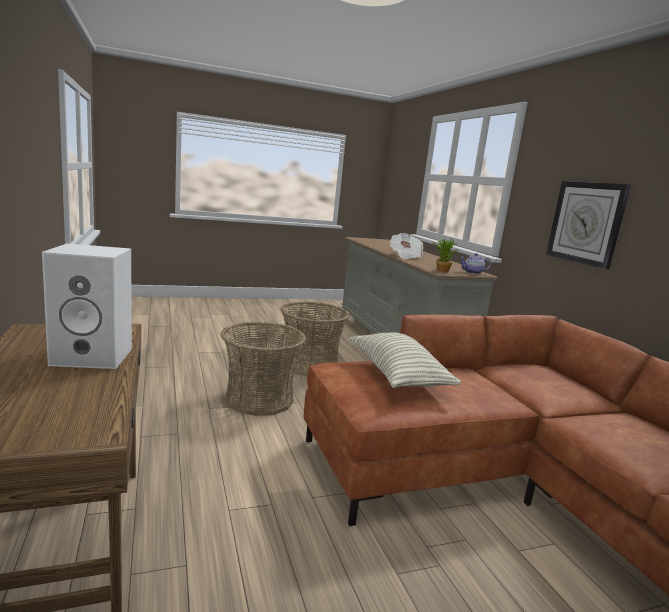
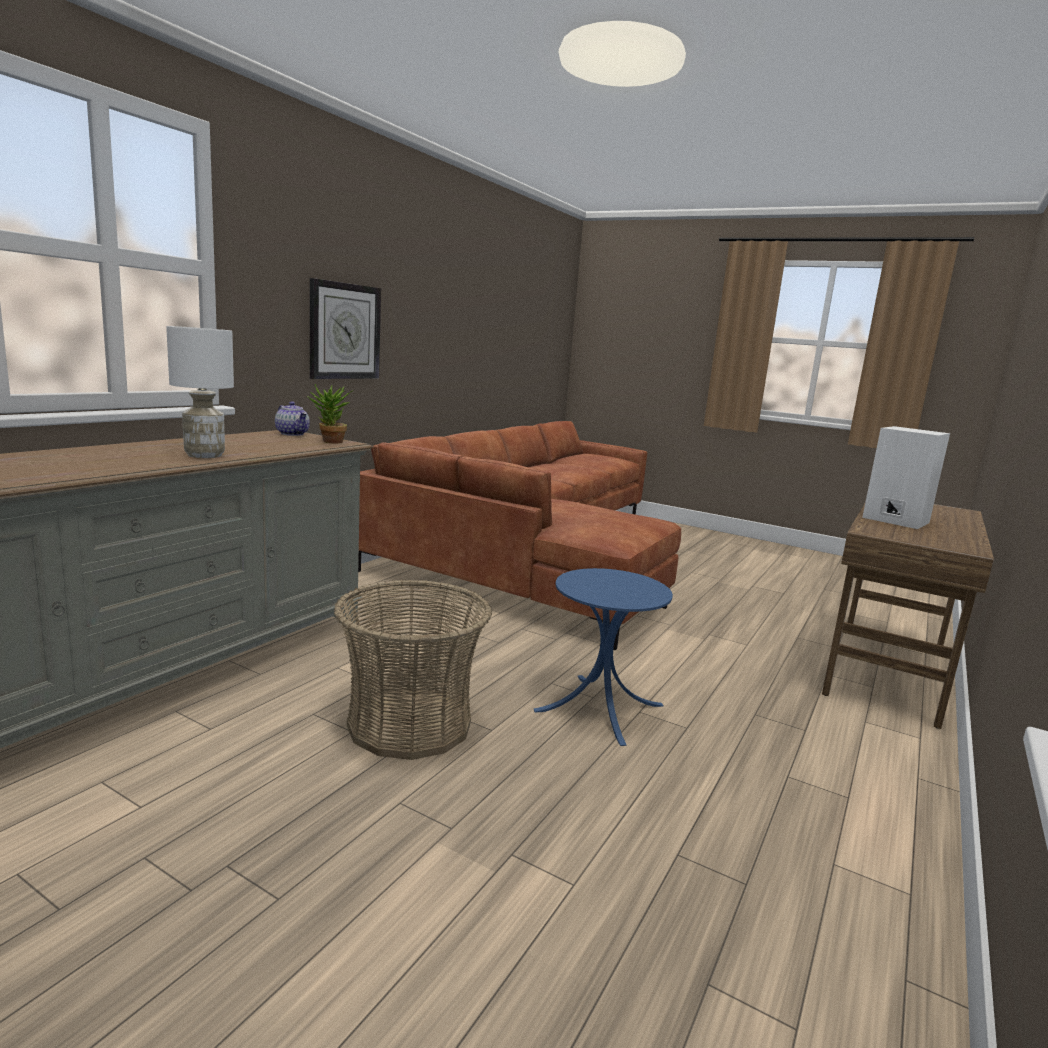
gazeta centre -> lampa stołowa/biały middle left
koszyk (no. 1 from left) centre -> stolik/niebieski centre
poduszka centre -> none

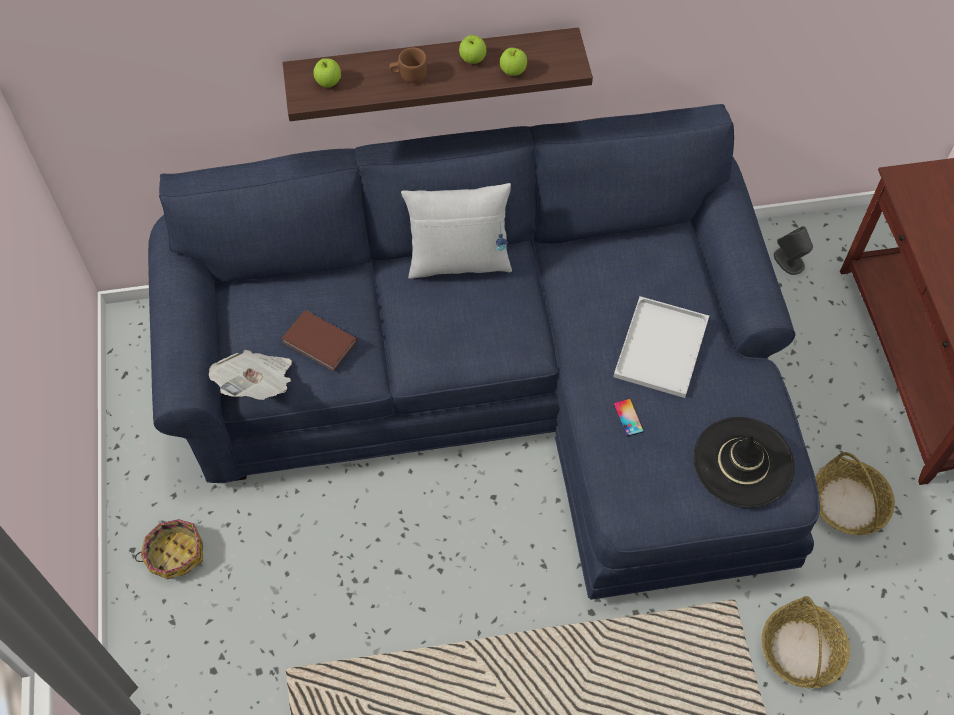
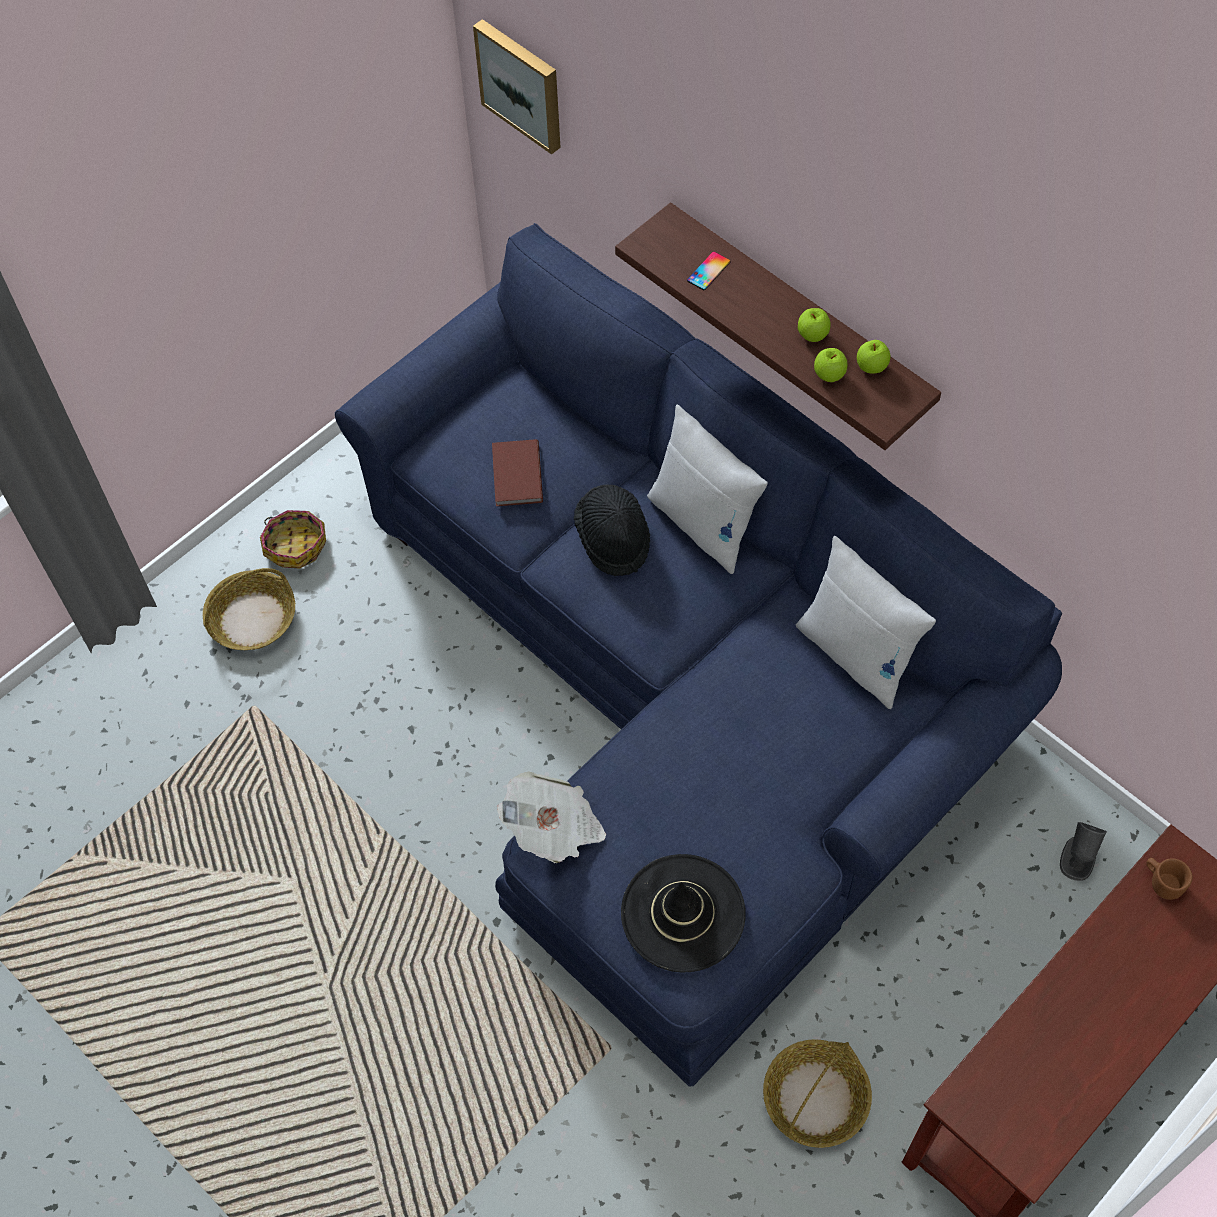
koszyk (no. 2 from left in the first image) bottom right -> koszyk (no. 1 from left) middle left, shifted
none -> obraz top centre
gazeta middle left -> gazeta bottom centre, shifted
none -> kapelusz/czarny (no. 1 from left) centre
telefon centre -> telefon top centre, shifted
none -> poduszka/szary (no. 2 from left) middle right
jabłko (no. 1 from left in the first image) top centre -> jabłko (no. 3 from left) top right, shifted
kubek/brązowy top centre -> kubek/brązowy bottom right, shifted
taca/biały middle right -> none

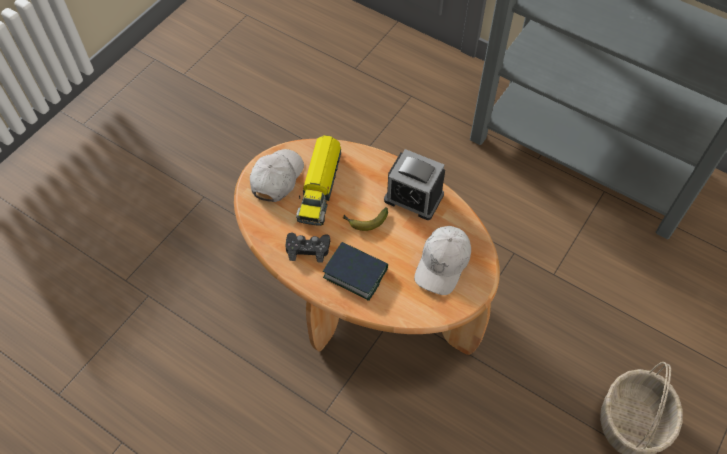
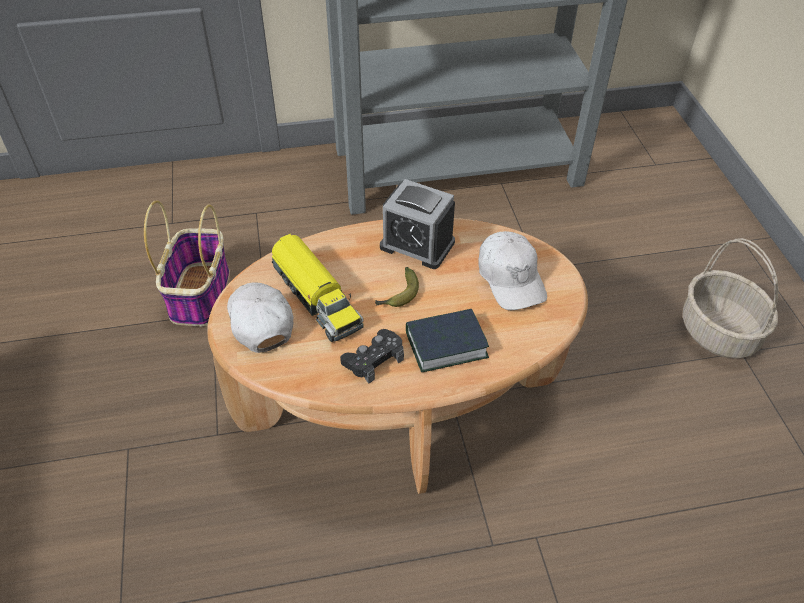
none -> koszyk (no. 1 from left) middle left
budzik centre, 45 degrees clockwise

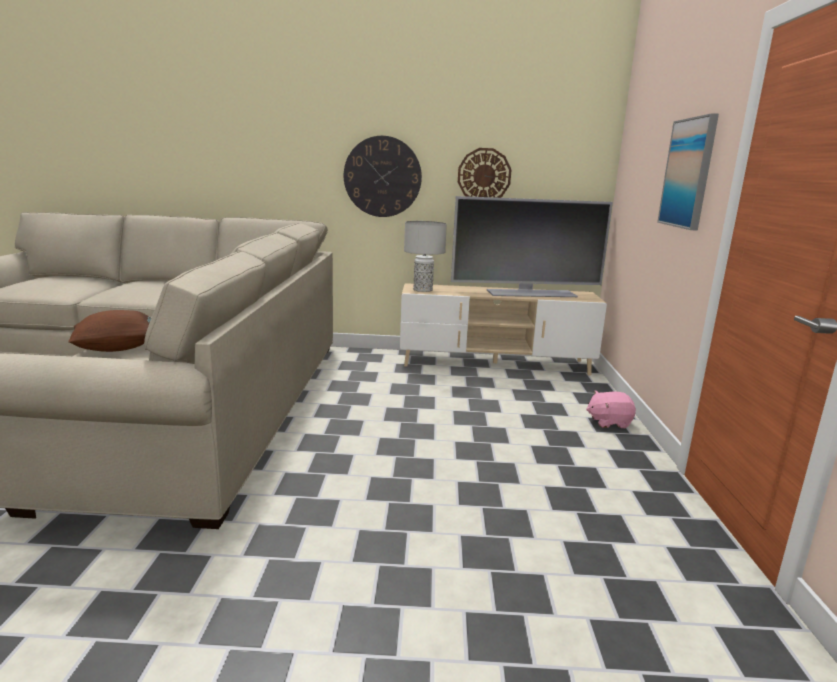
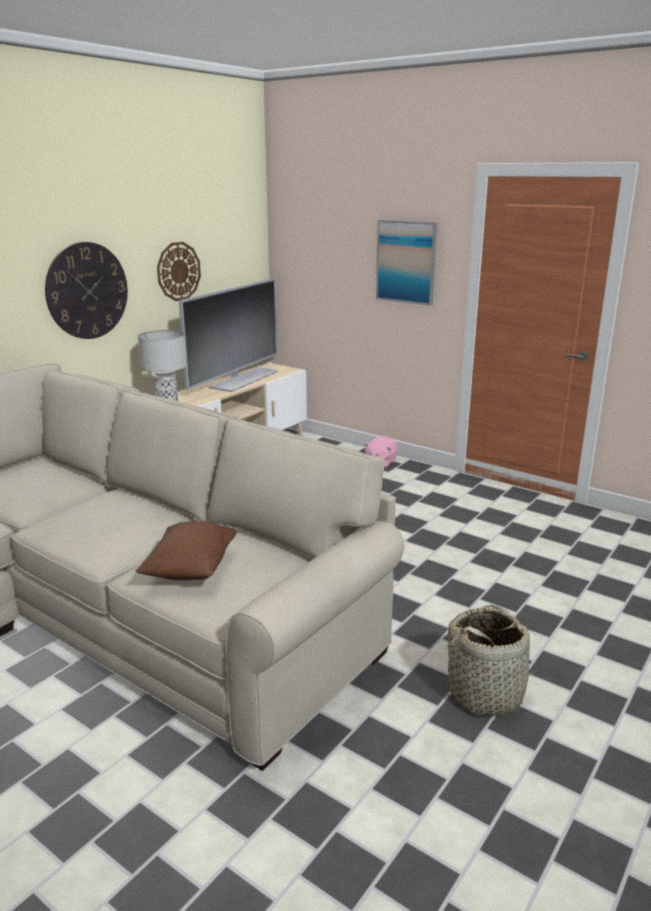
none -> koszyk bottom right

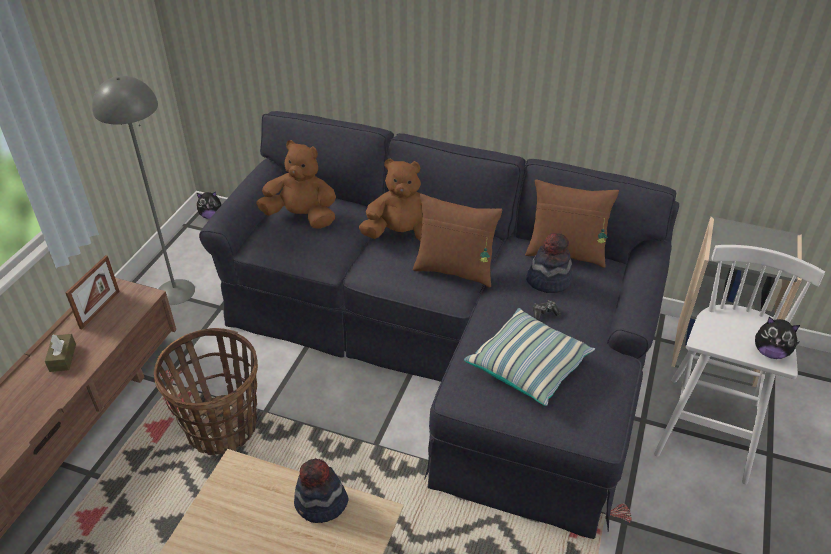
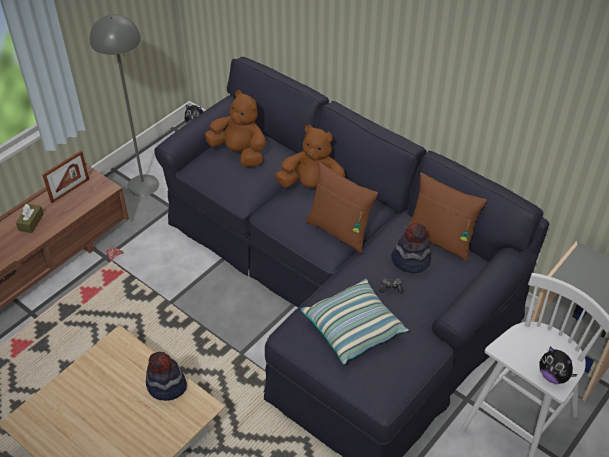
koszyk bottom left -> none

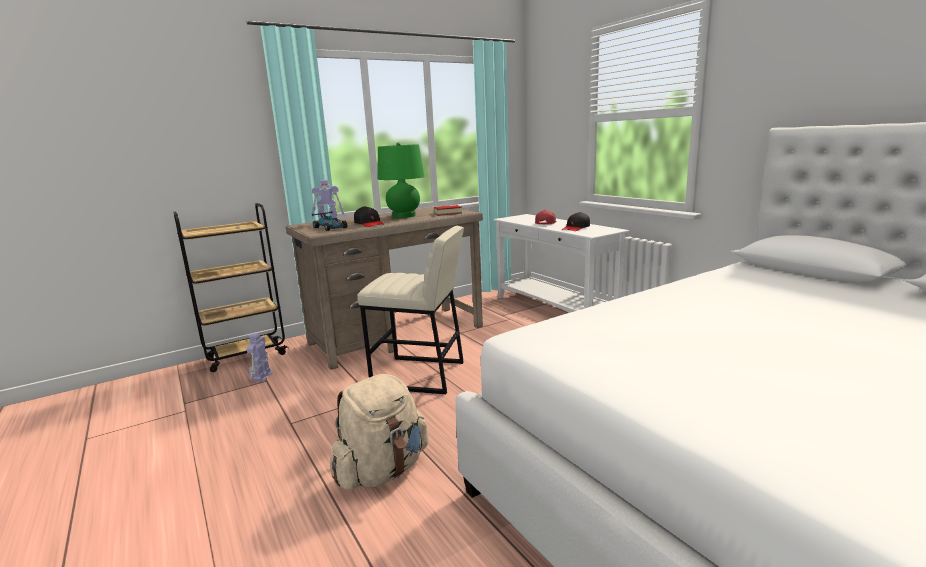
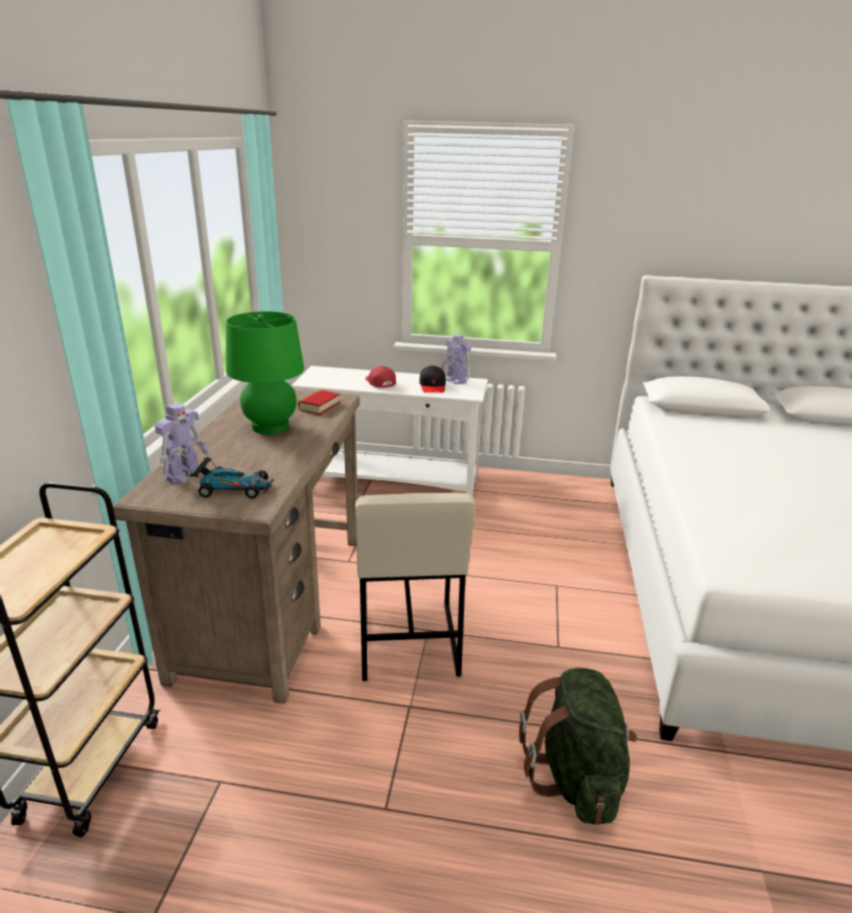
krzesło/beżowy centre, 120 degrees clockwise
robot zabawkowy (no. 1 from left in the first image) middle left -> robot zabawkowy (no. 2 from left) centre, shifted
plecak/beżowy bottom centre -> plecak/zielony bottom right
czapka z daszkiem/czarny (no. 1 from left) centre -> none

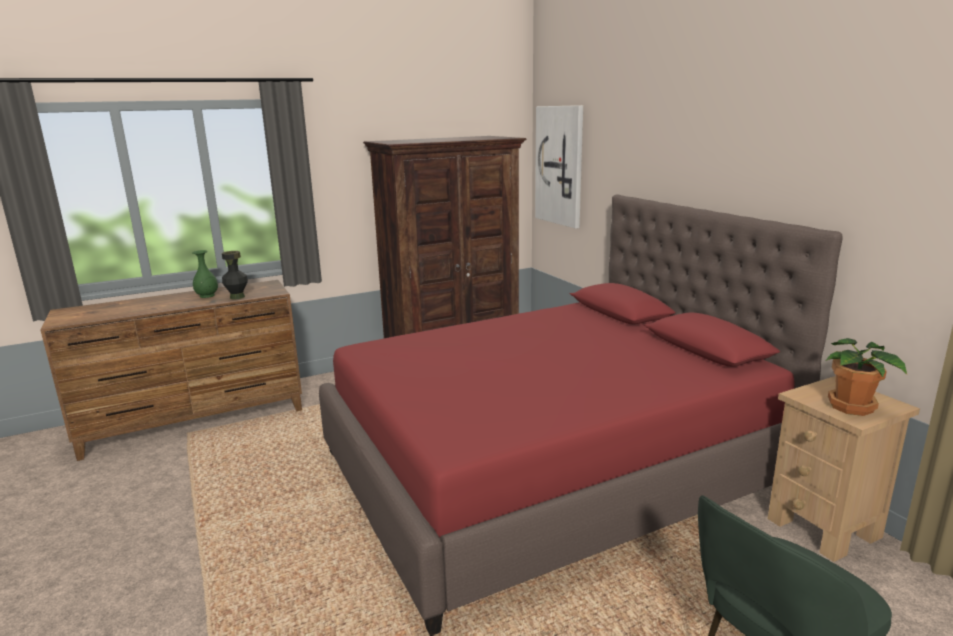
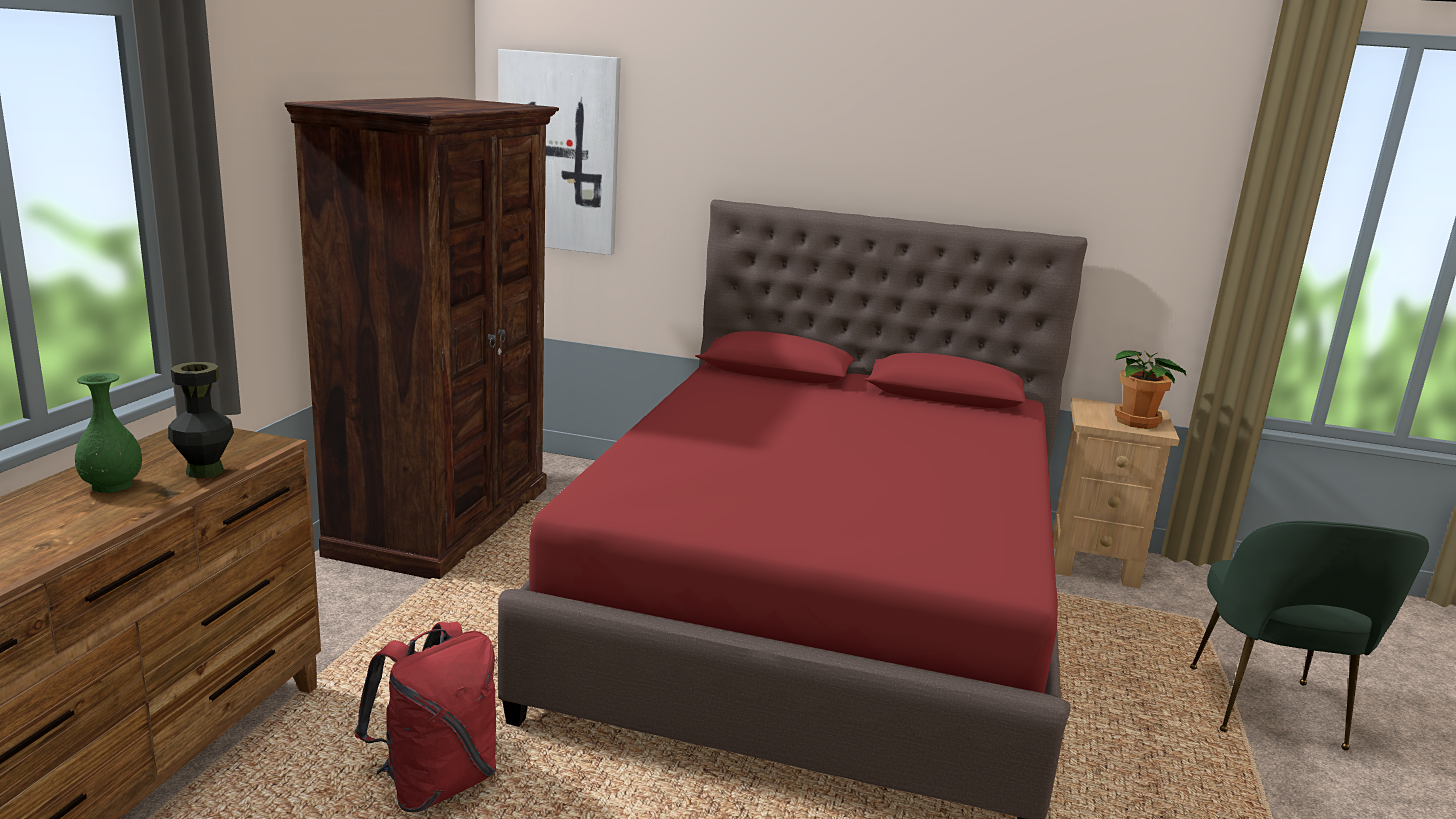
none -> plecak/czerwony bottom left

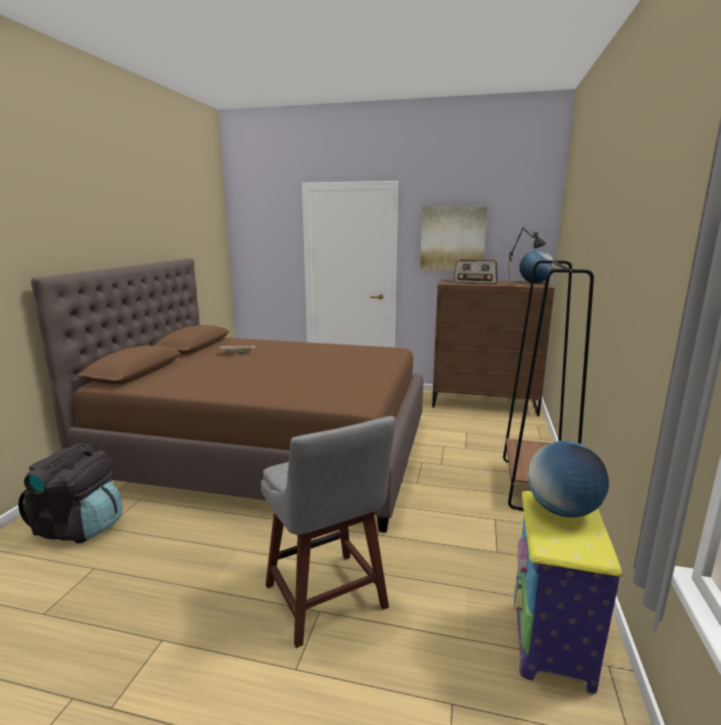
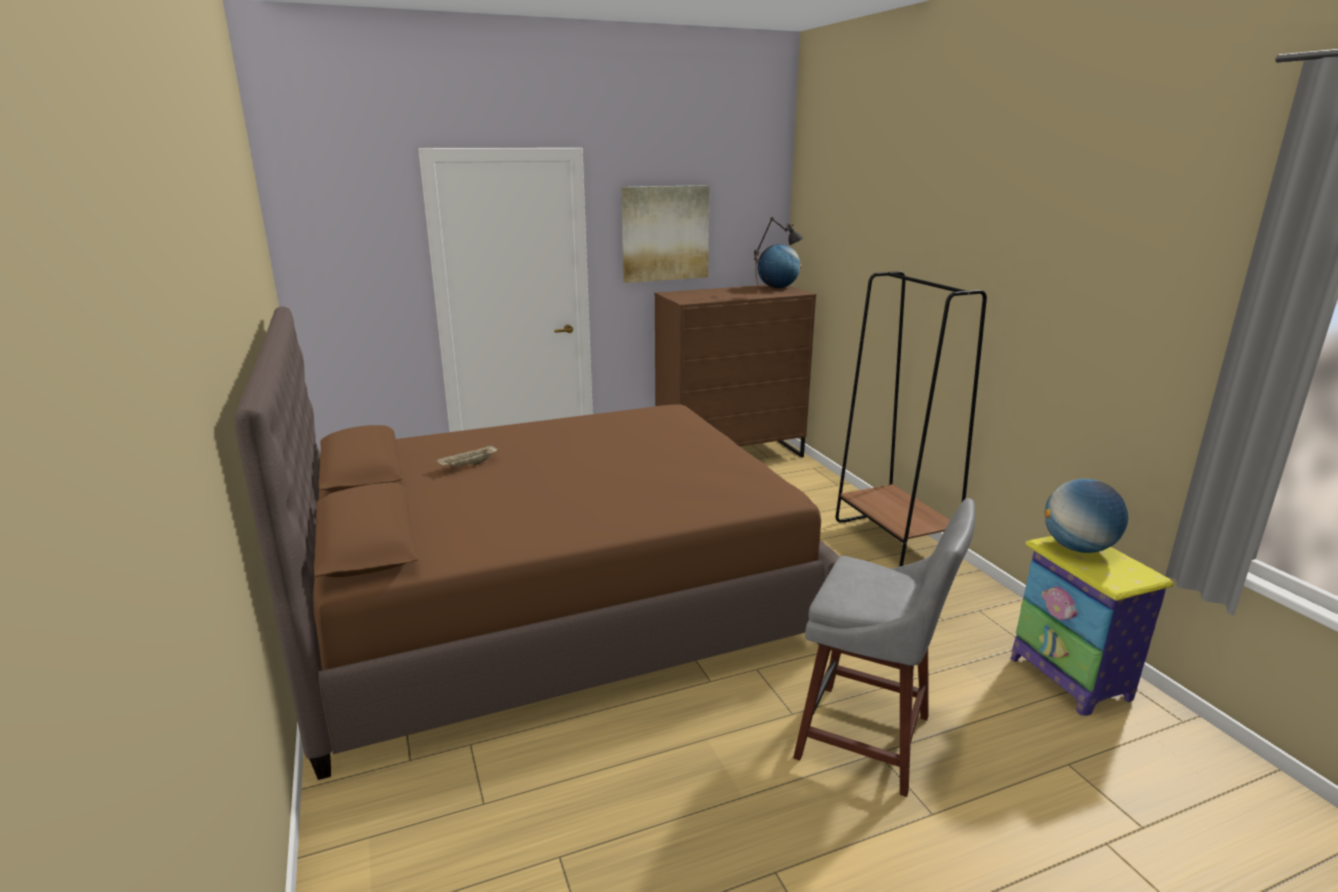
plecak/czarny bottom left -> none
radio centre -> none

